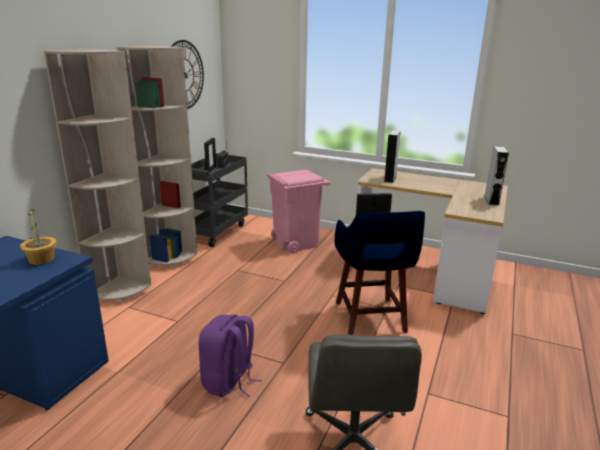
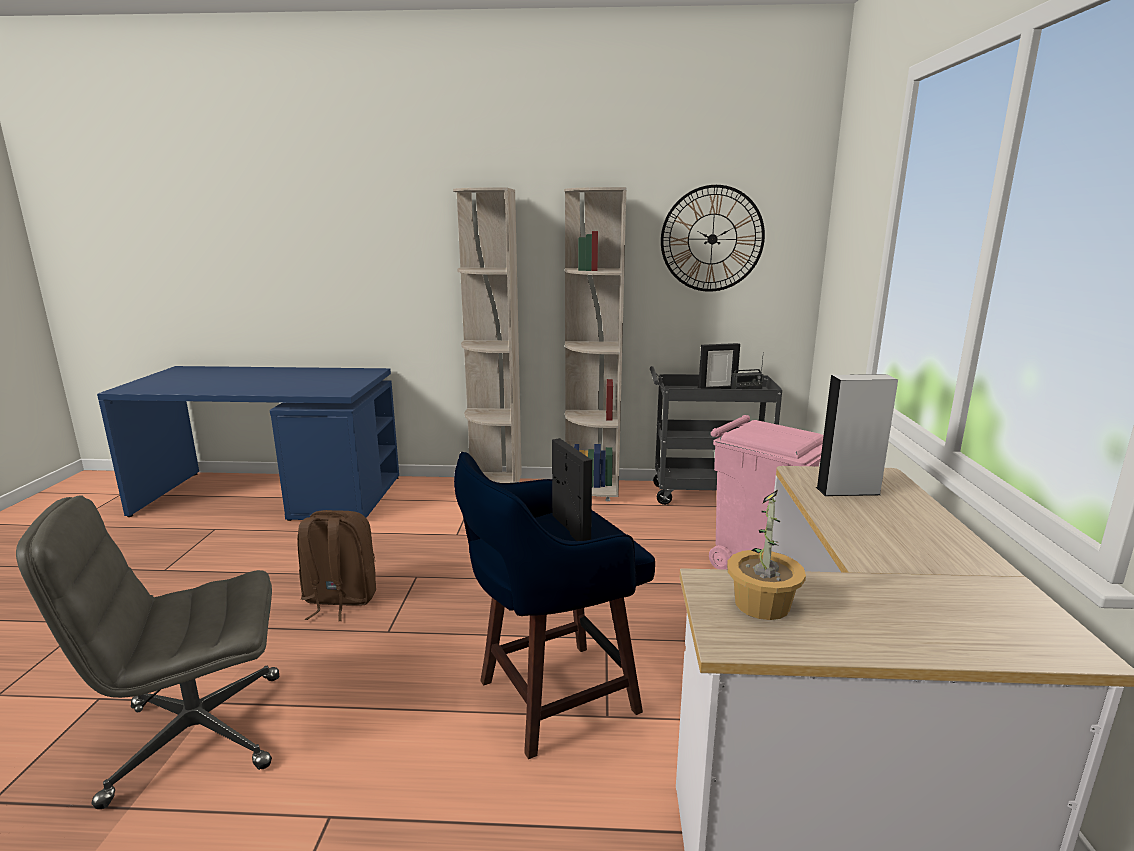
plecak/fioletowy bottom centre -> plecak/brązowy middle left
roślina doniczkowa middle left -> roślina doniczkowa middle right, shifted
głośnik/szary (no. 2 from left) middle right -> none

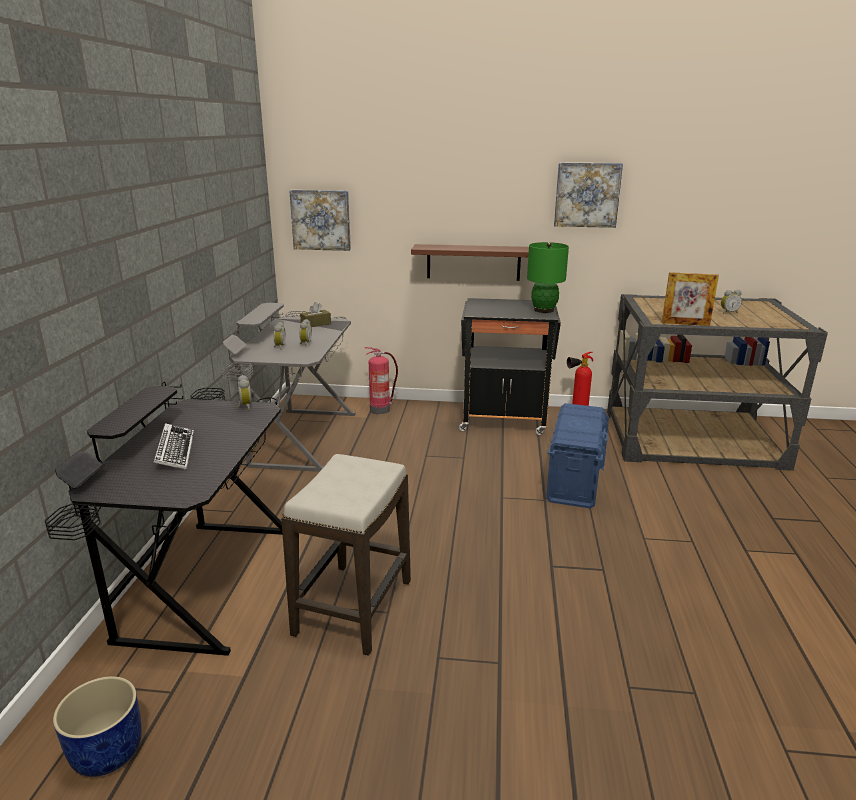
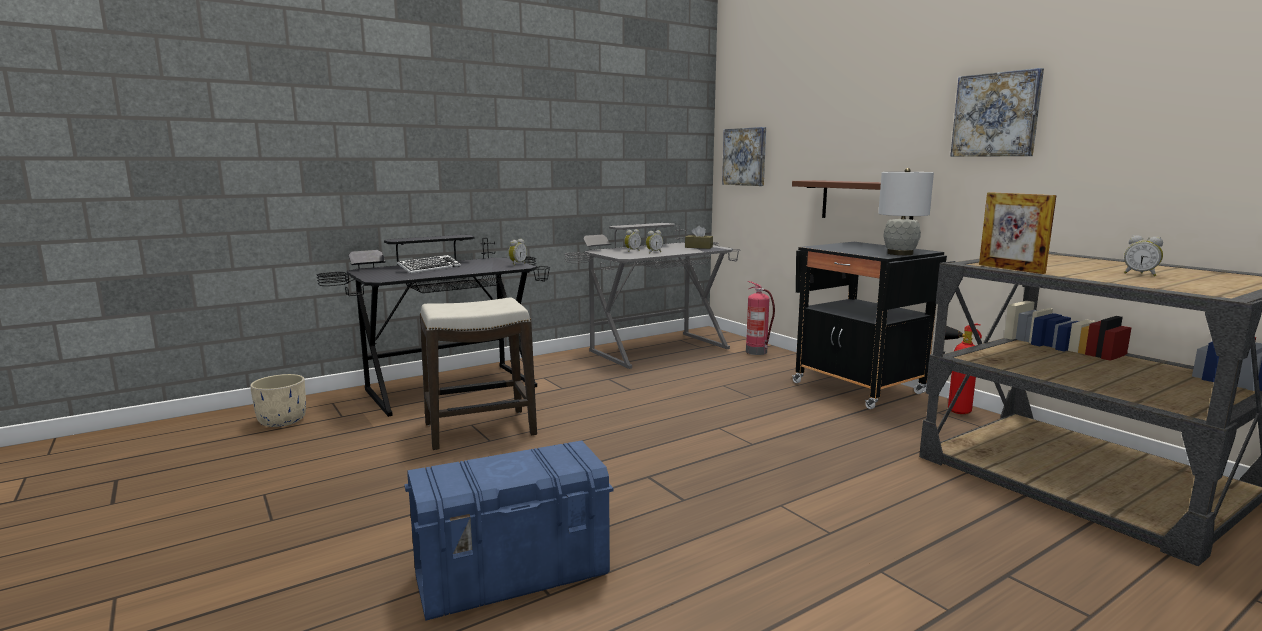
donica/niebieski bottom left -> donica/beżowy middle left
pojemnik do przechowywania/niebieski middle right -> pojemnik do przechowywania/niebieski bottom centre, shifted
lampa stołowa/zielony centre -> lampa stołowa/biały middle right

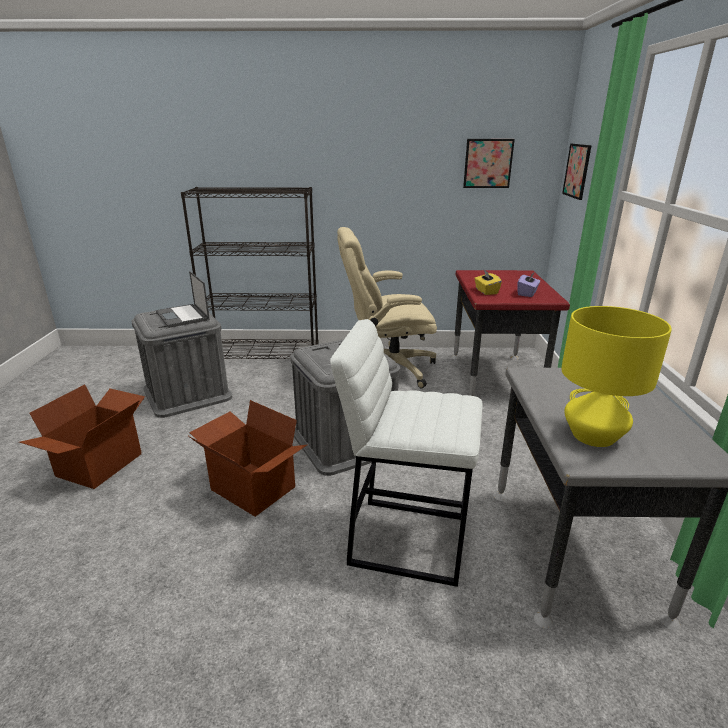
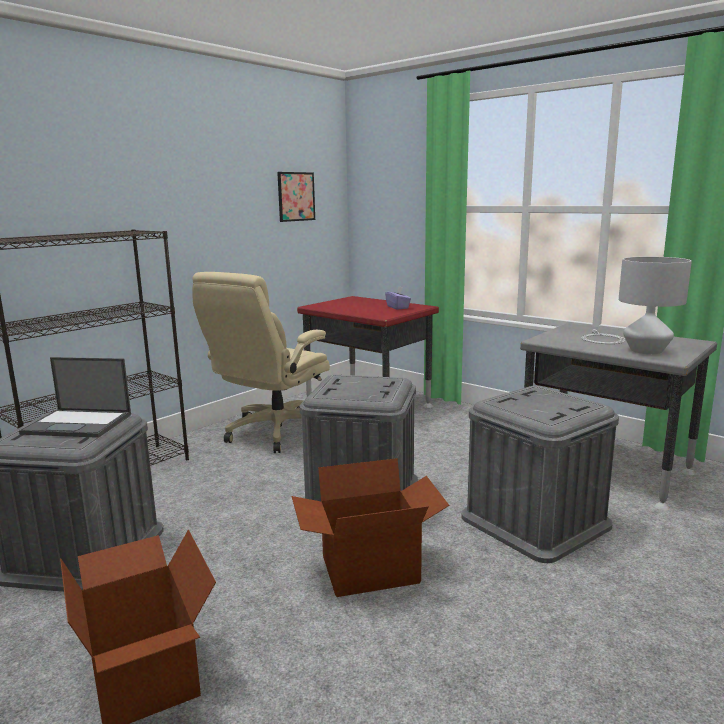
stołek/biały centre -> pojemnik do przechowywania/szary (no. 3 from left) middle right
lampa stołowa/żółty middle right -> lampa stołowa/biały middle right
pudełko chusteczek/żółty middle right -> none
obraz (no. 2 from left) top right -> none

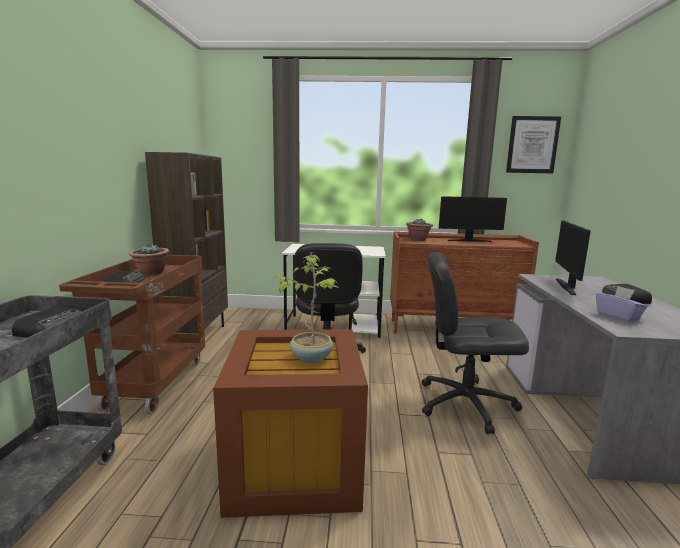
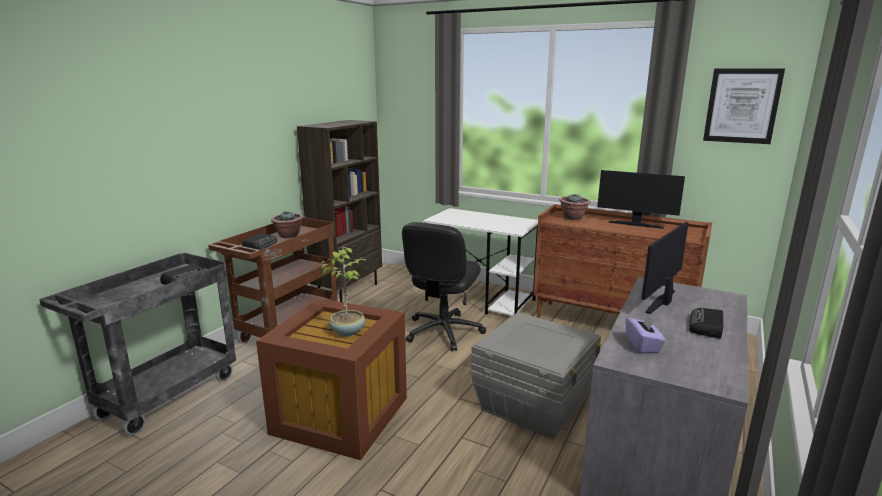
krzesło biurowe/czarny (no. 2 from left) middle right -> pojemnik do przechowywania/szary bottom centre

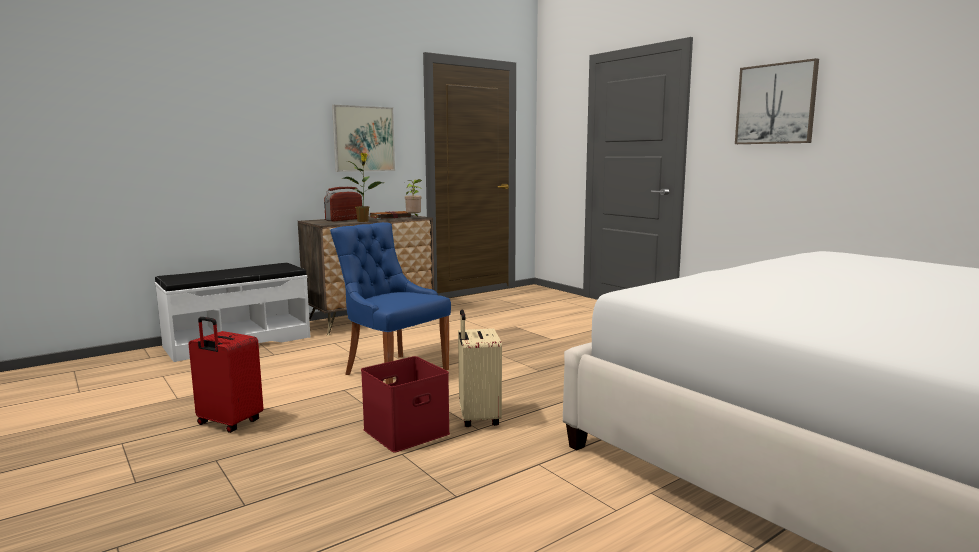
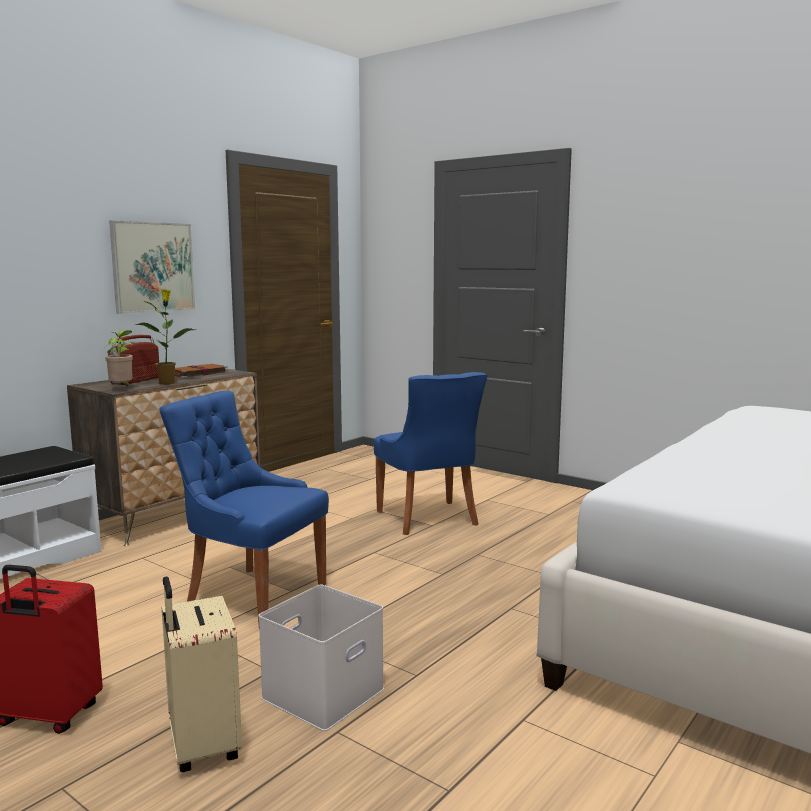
roślina doniczkowa (no. 2 from left in the first image) centre -> roślina doniczkowa (no. 1 from left) middle left, shifted
walizka/beżowy bottom centre -> walizka/beżowy bottom left, shifted
pojemnik do przechowywania/czerwony bottom centre -> pojemnik do przechowywania/biały bottom centre
none -> krzesło/niebieski (no. 2 from left) centre
obraz (no. 2 from left) top right -> none

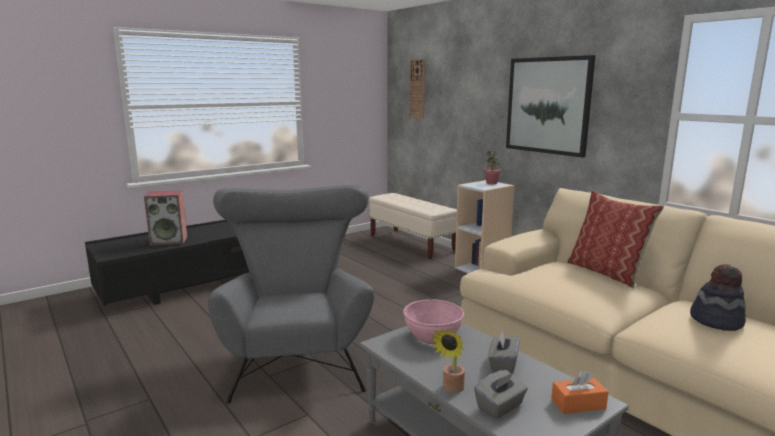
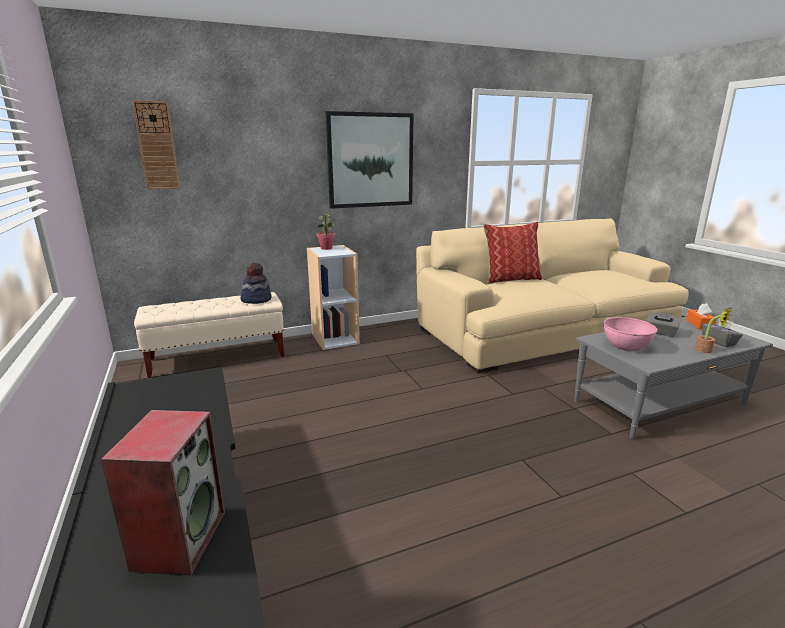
kapelusz bottom right -> kapelusz middle left, shifted
fotel/szary bottom centre -> none

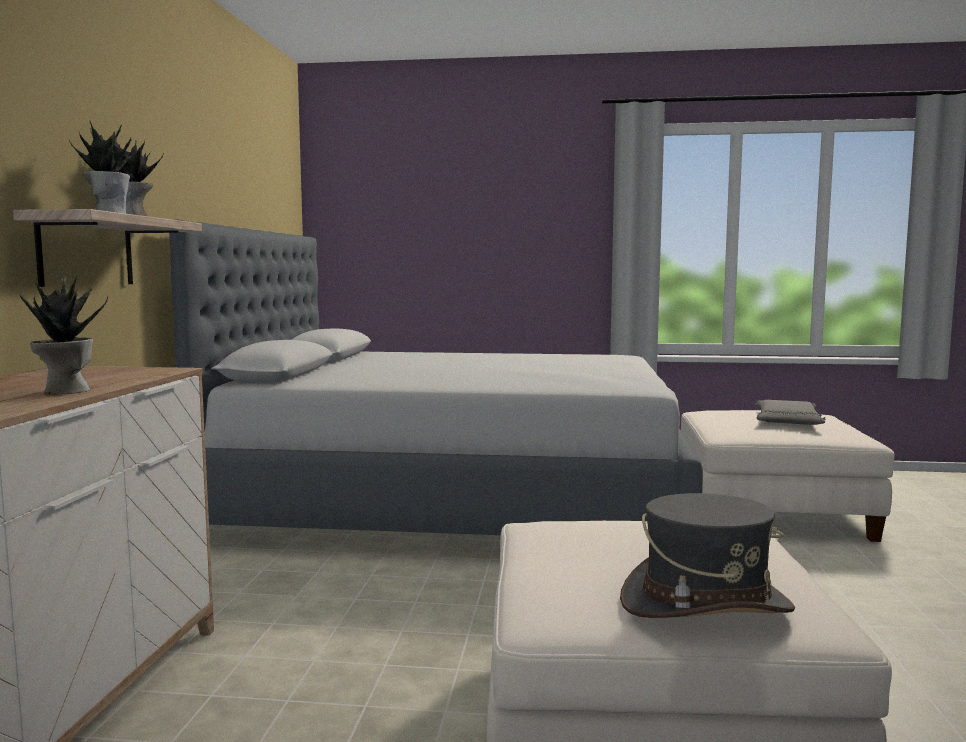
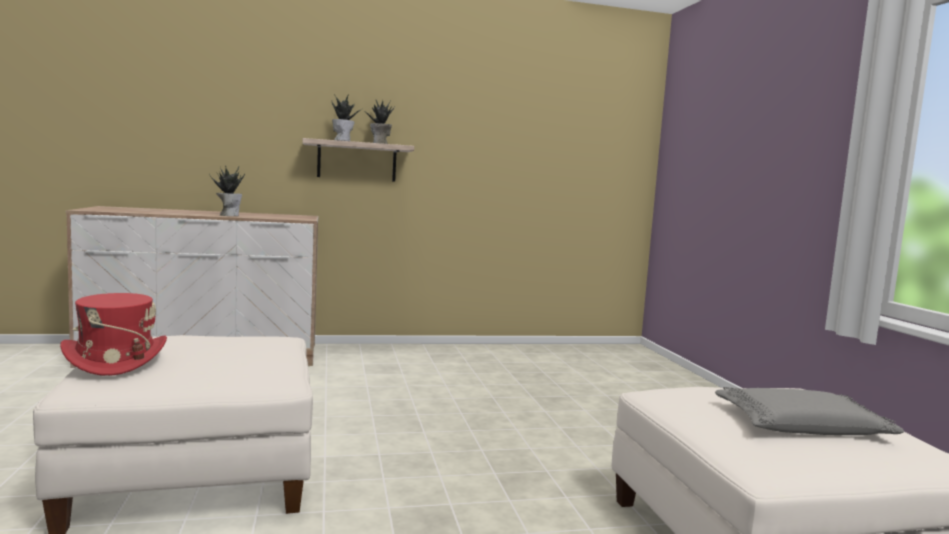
kapelusz/szary bottom right -> kapelusz/czerwony middle left
łóżko/szary centre -> none

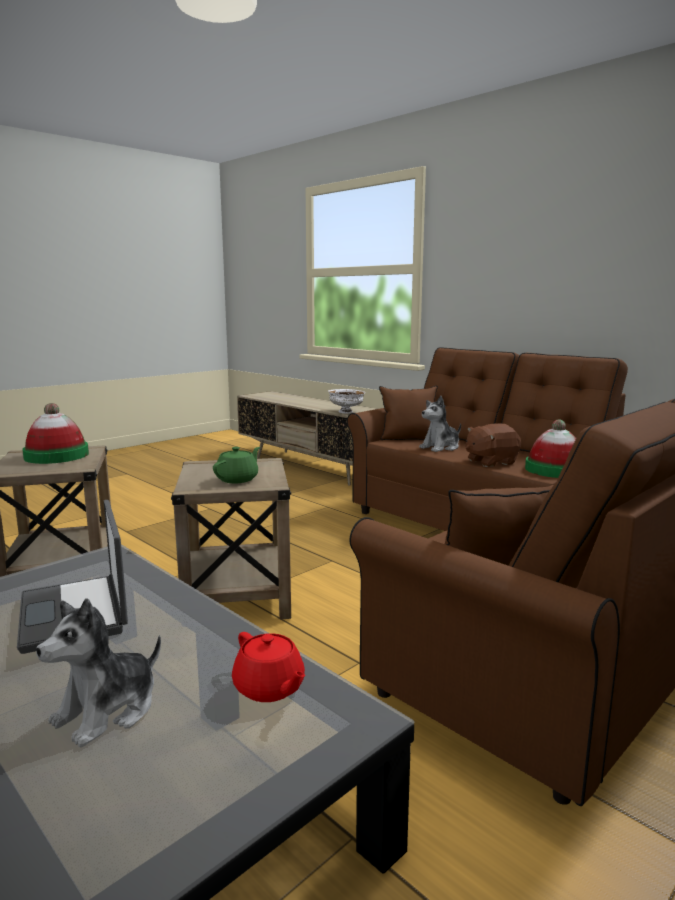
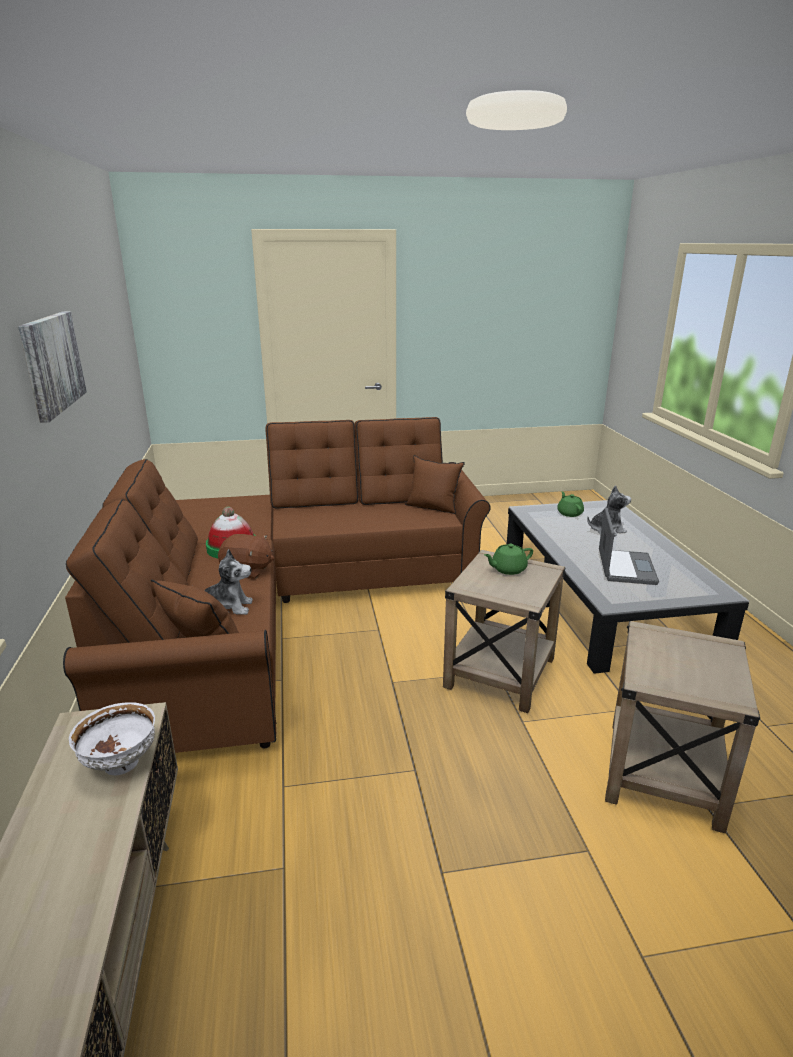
none -> obraz middle left
none -> imbryk/zielony (no. 2 from left) middle right
kapelusz (no. 1 from left) middle left -> none
imbryk/czerwony bottom centre -> none

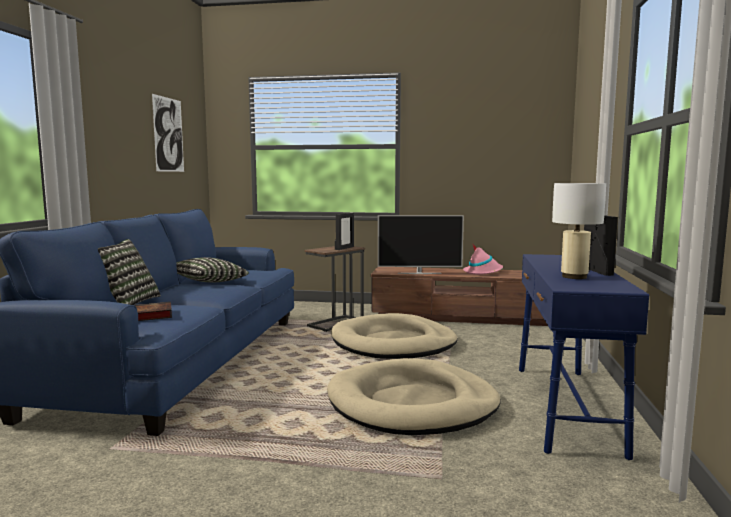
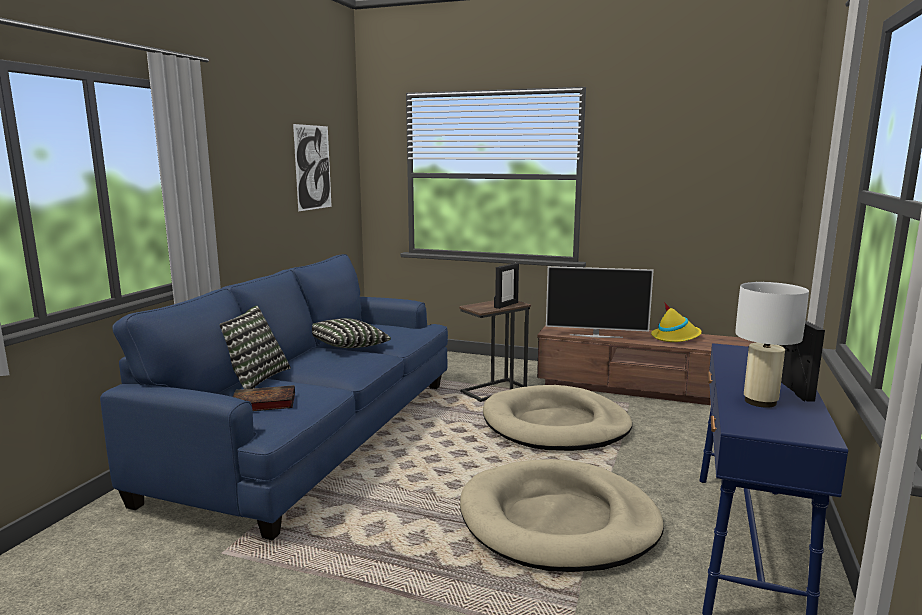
kapelusz/różowy centre -> kapelusz/żółty middle right

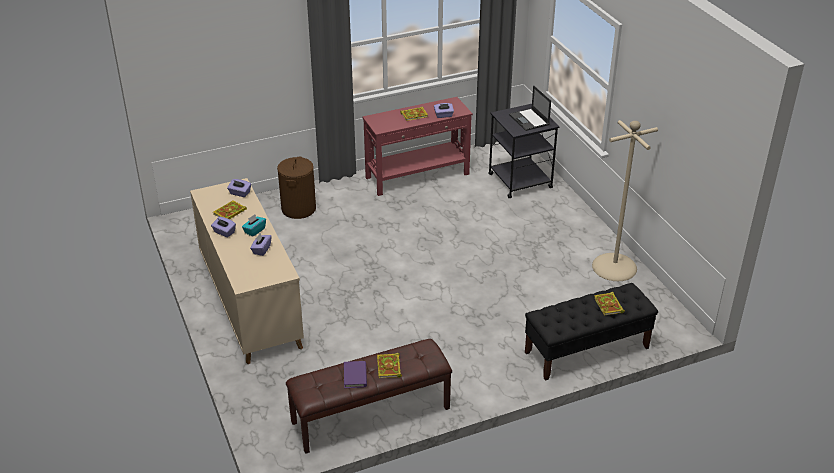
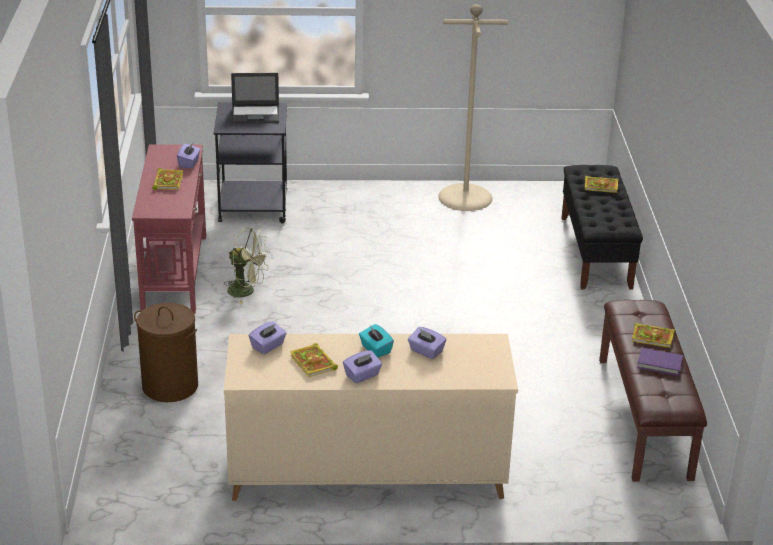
none -> wentylator/zielony middle left

